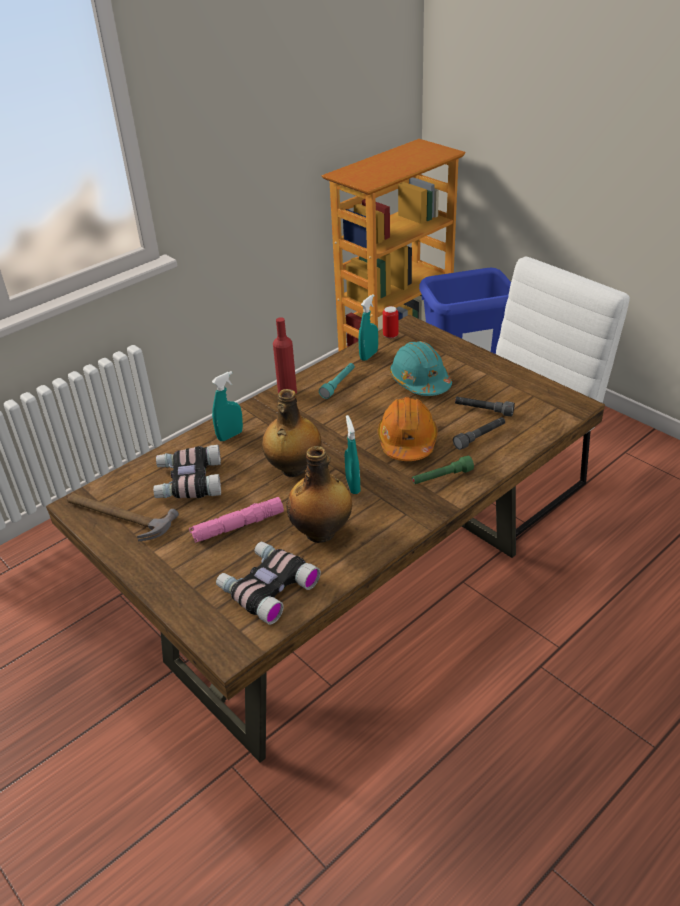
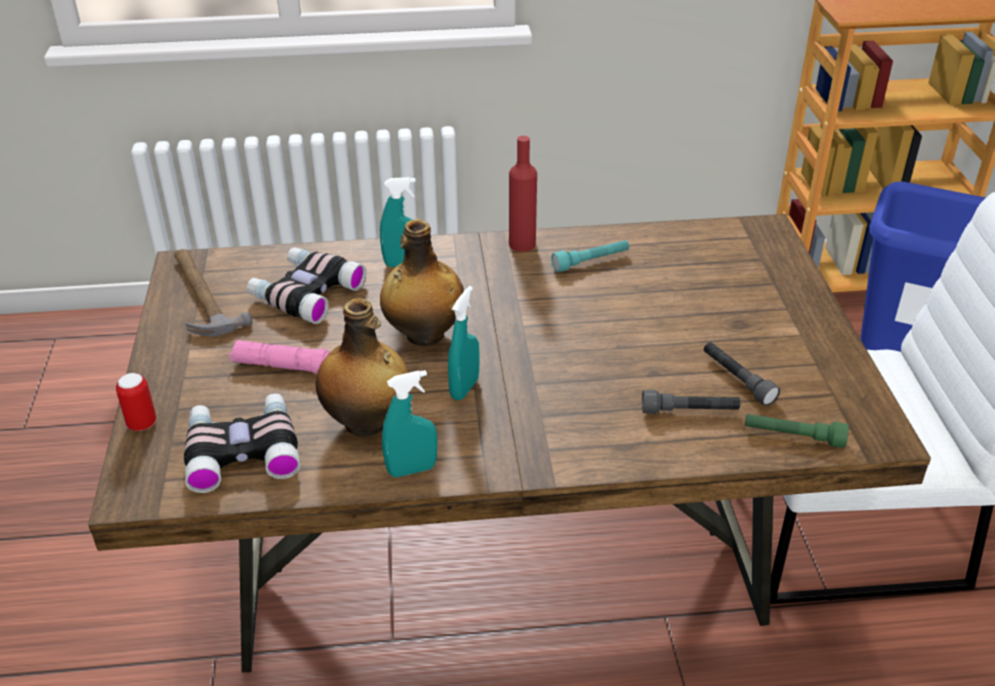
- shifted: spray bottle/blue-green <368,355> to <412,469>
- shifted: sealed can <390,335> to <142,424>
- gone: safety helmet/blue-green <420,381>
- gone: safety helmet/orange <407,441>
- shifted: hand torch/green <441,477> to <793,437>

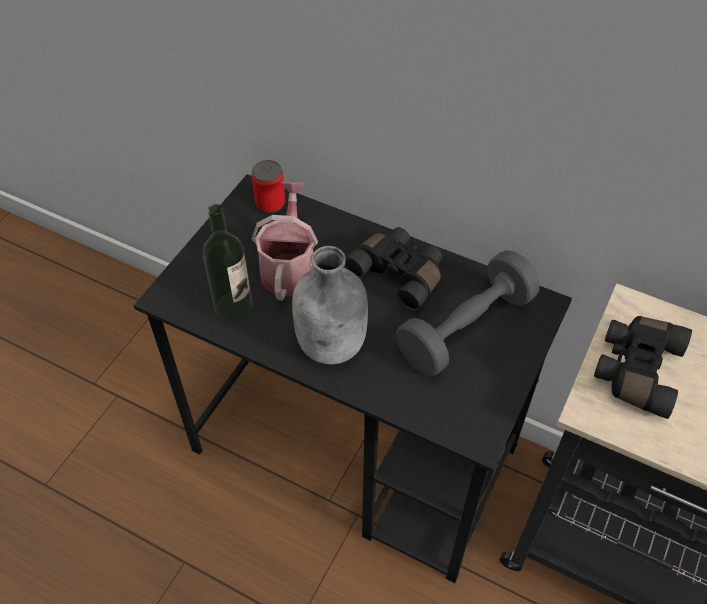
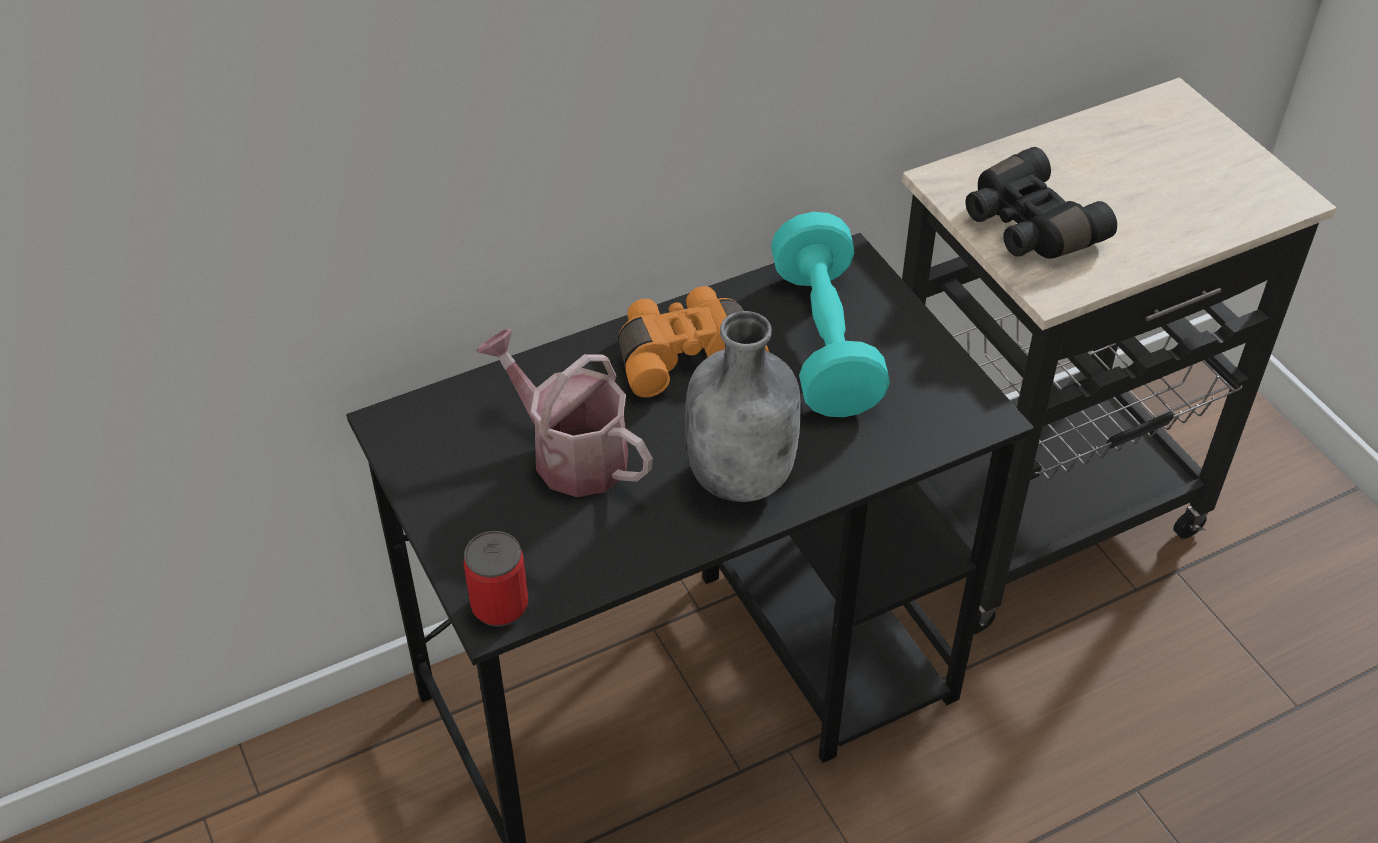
- shifted: sealed can <270,203> to <500,606>
- gone: bottle <233,306>
- repainted: pair of binoculars/black <399,273> to pair of binoculars/orange <686,353>
- repainted: hand weight/gray <465,328> to hand weight/blue-green <825,342>

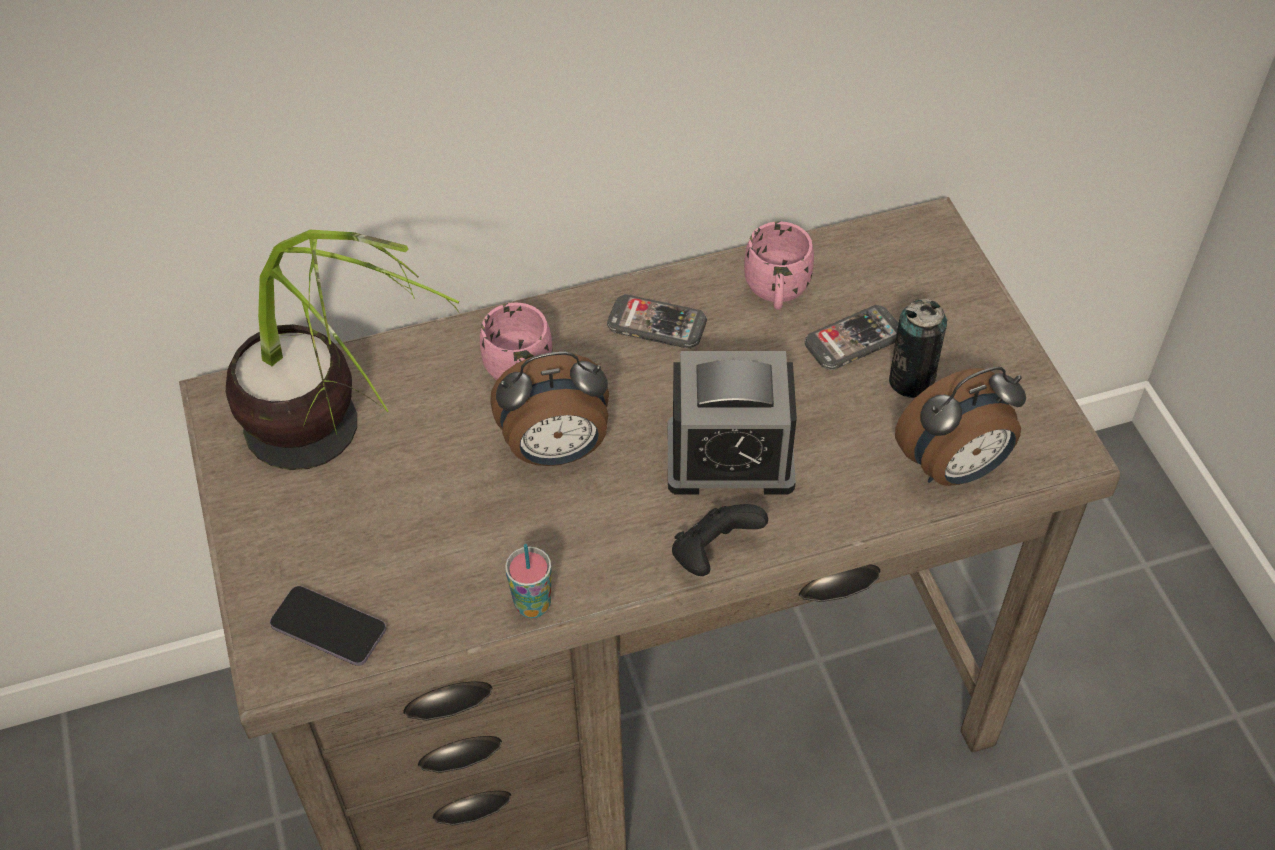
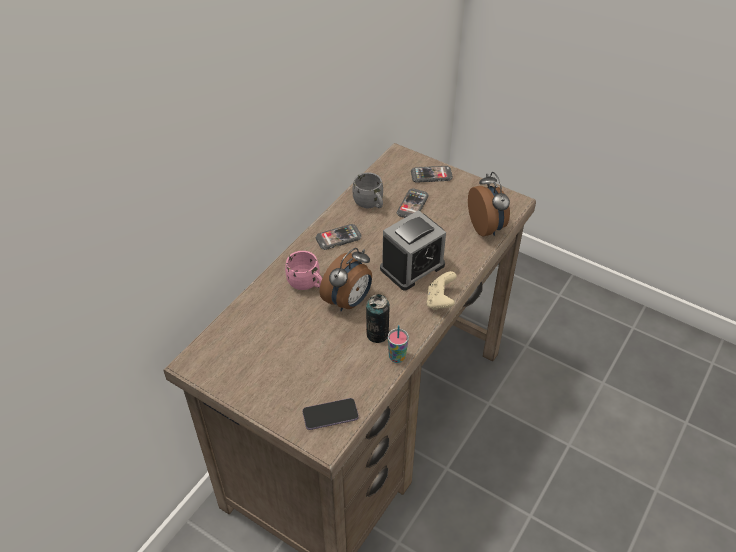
- repainted: coffee mug/pinkish <776,294> to coffee mug/gray <370,204>
- gone: houseplant <346,463>
- shifted: sealed can <911,380> to <377,334>
- rotated: table clock <954,468> = <487,227> 45 degrees counterclockwise
- repainted: joypad/black <713,554> to joypad/sand-coloured <440,301>
- new: handset <431,175>

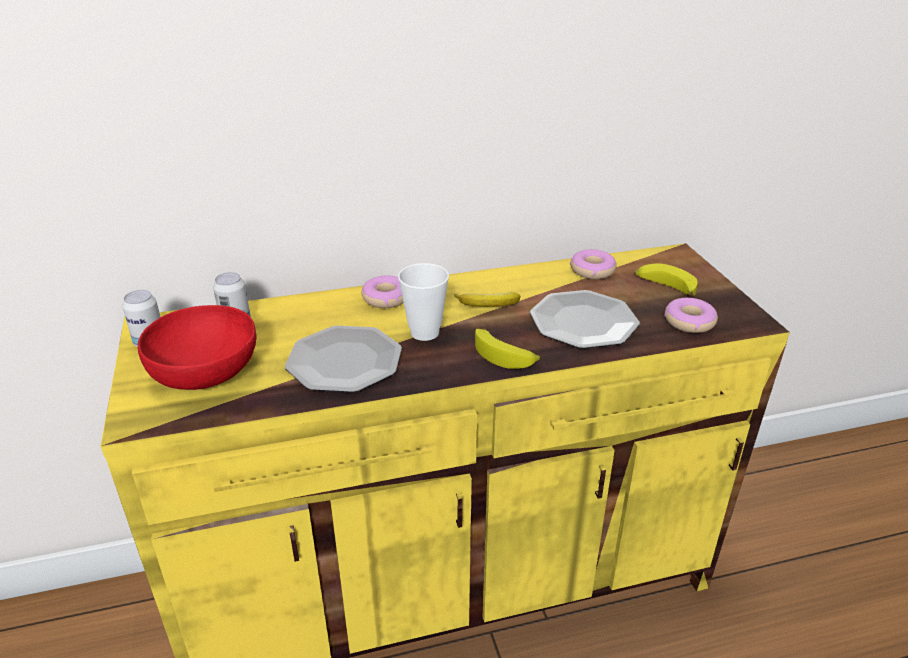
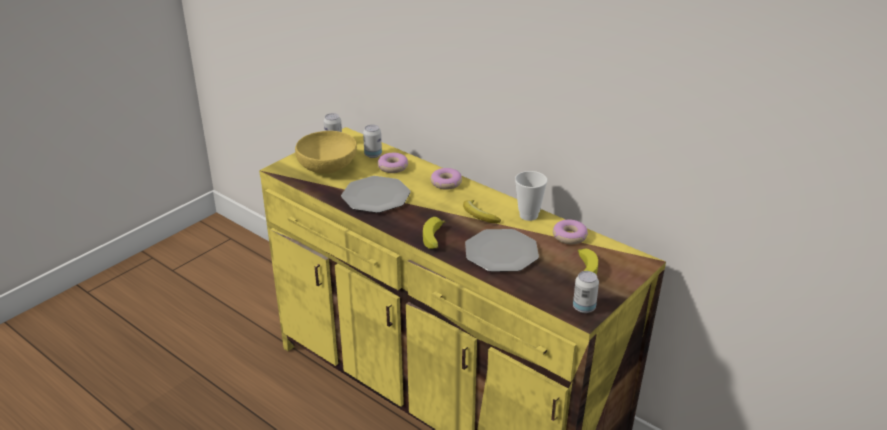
- shifted: cup <425,332> to <528,215>
- shifted: donut <689,322> to <393,167>
- repainted: serving bowl/red-coloured <206,372> to serving bowl/yellow-coloured <328,167>
- new: sealed can <584,308>

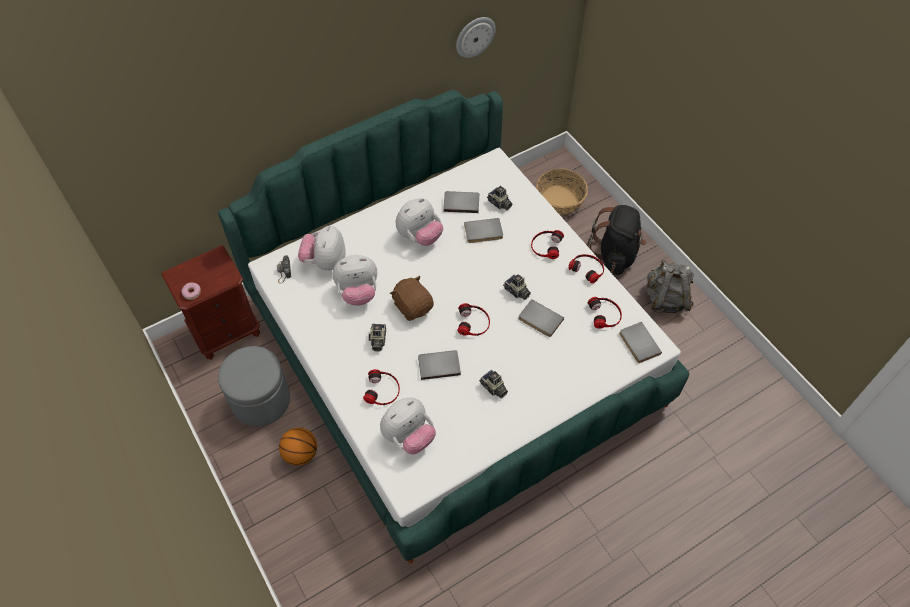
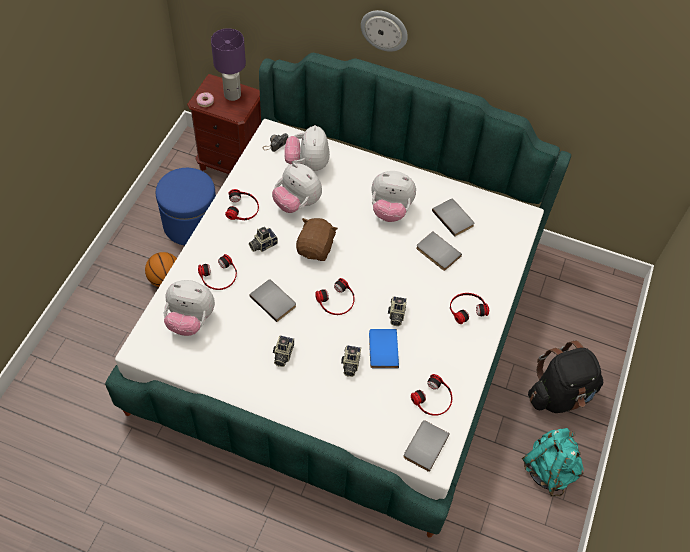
- shifted: clock on the wall <475,36> to <384,30>
- gone: household basket <559,199>
- shifted: still camera <499,204> to <350,364>
- rotated: plush toy <325,262> = <307,164> 60 degrees counterclockwise
- shifted: headphones <587,268> to <243,208>
- repainted: knapsack/gray <665,299> to knapsack/blue-green <549,469>
- repainted: volume/gray <539,320> to volume/blue-coloured <382,349>
- repainted: pouffe/gray <261,400> to pouffe/blue-coloured <191,224>
- new: tabletop lamp/purple <233,95>

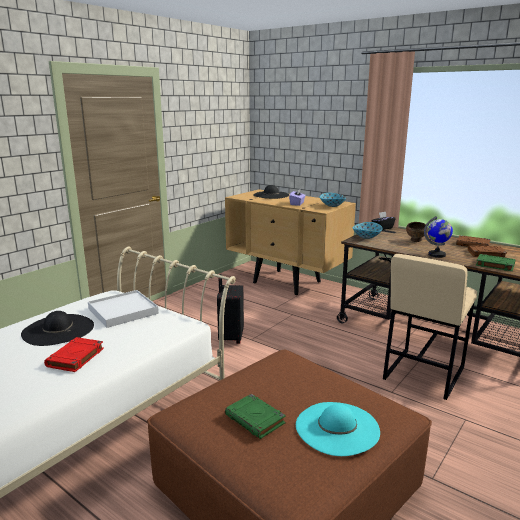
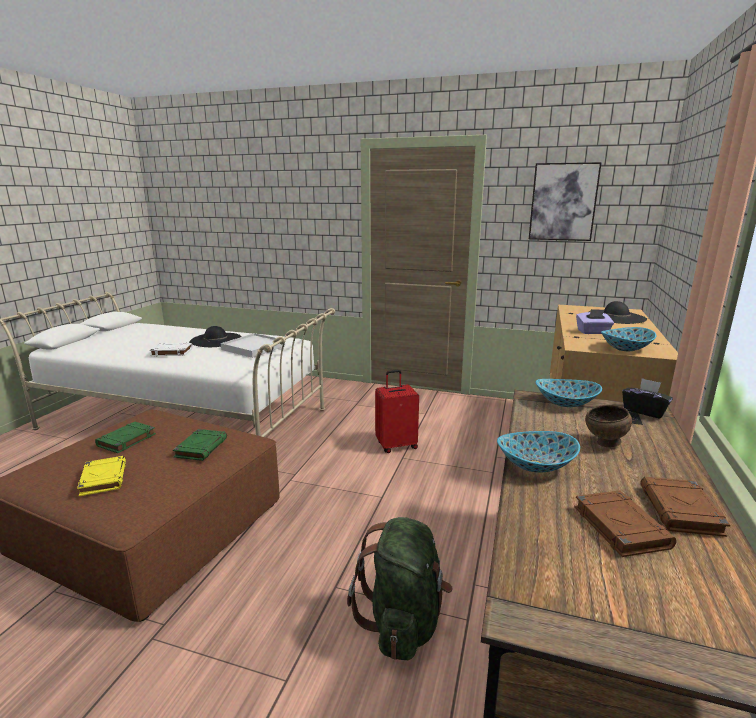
- swapped: globe <437,255> to serving bowl <536,466>
- swapped: chair/sand-coloured <423,374> to knapsack/green <403,621>
- shifted: volume/green <494,265> to <201,447>
- repainted: piece of luggage/black <230,338> to piece of luggage/red-coloured <396,445>
- repainted: volume/red-coloured <75,358> to volume/whitish <171,352>
- swapped: hat/blue-green <337,427> to volume/yellow-coloured <103,478>
- new: wall art <563,202>

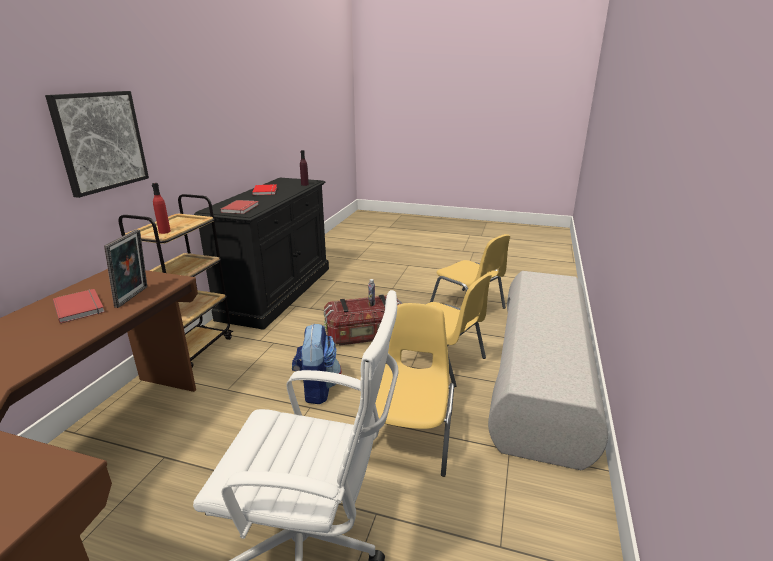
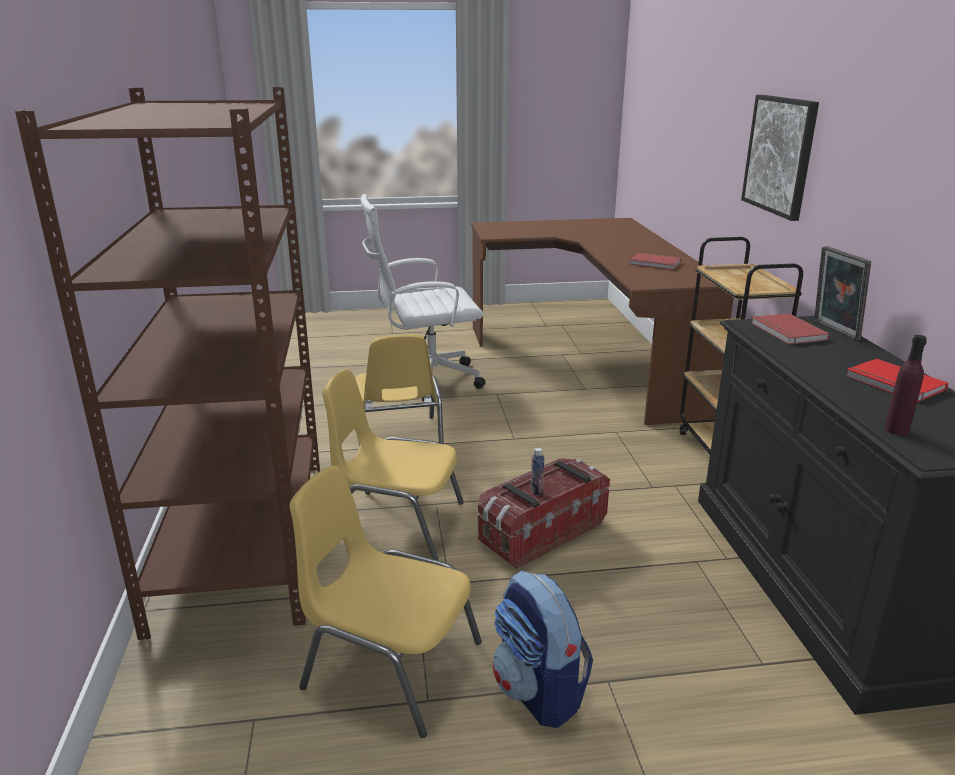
- gone: bottle/red-coloured <164,232>
- shifted: picture frame <134,297> to <833,330>
- swapped: bench/gray <541,374> to bookcase/brownish <244,540>
- shifted: knapsack <317,388> to <539,692>

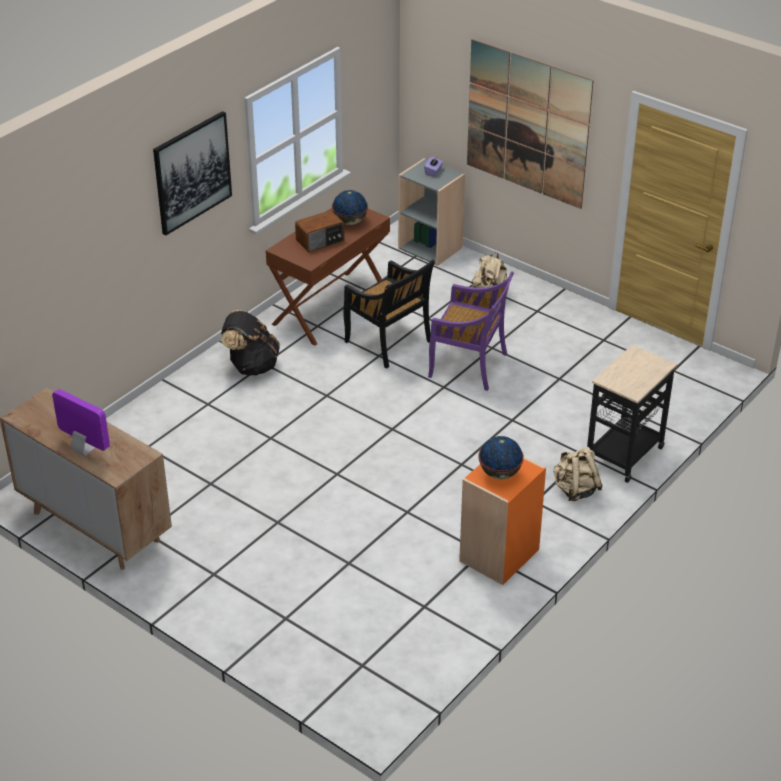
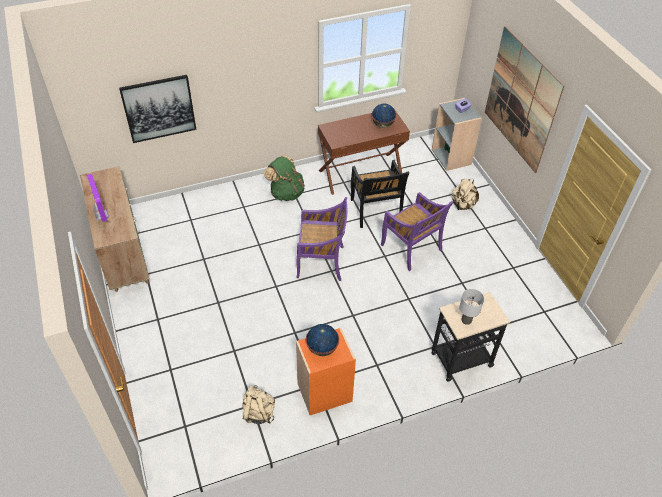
- shifted: wall art <192,172> to <159,108>
- gone: radio receiver <320,241>
- repainted: knapsack/black <251,366> to knapsack/green <286,193>
- shifted: knapsack/sand-coloured <575,490> to <258,412>
- new: chair/purple <321,262>
- new: tabletop lamp/whitish <466,320>

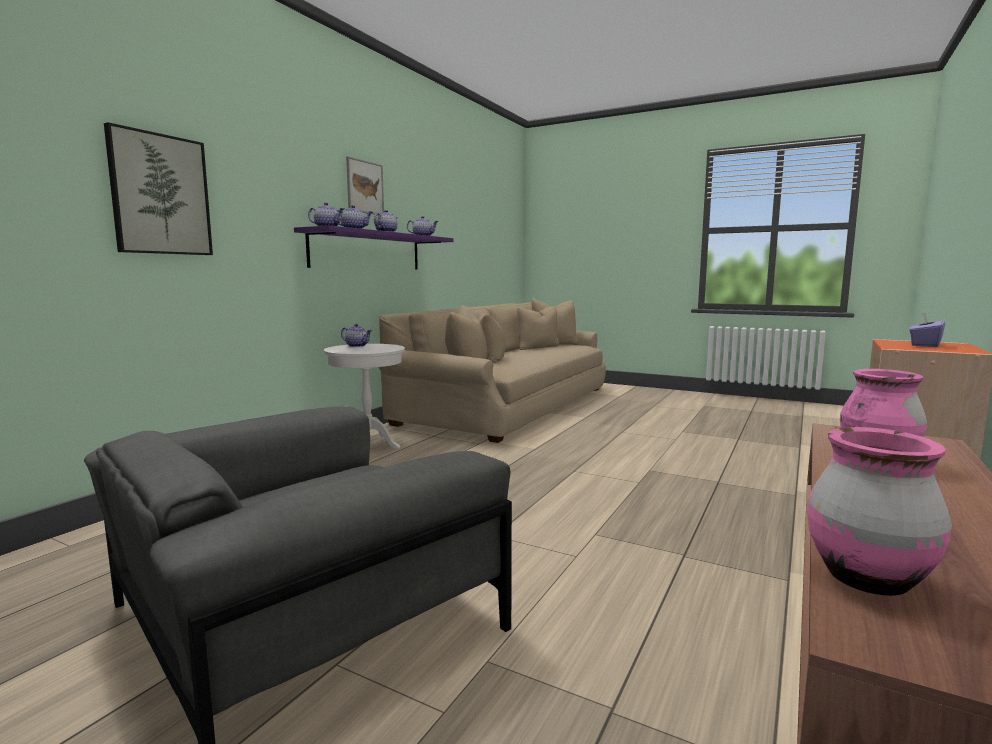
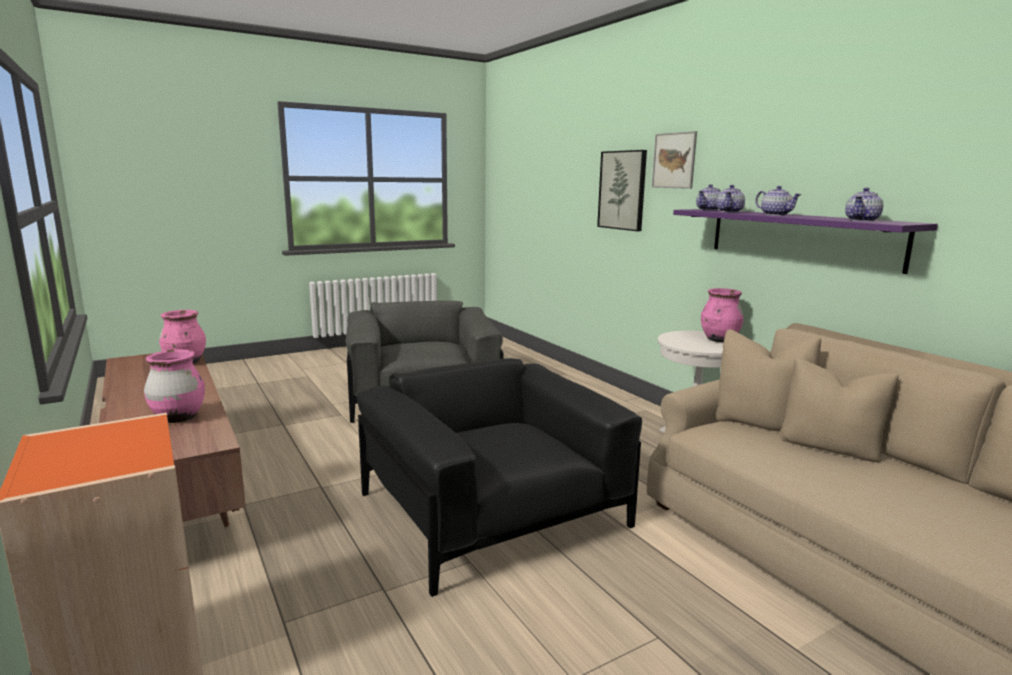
- shifted: wall art <365,187> to <674,160>
- gone: tissue holder/purple <924,345>
- swapped: pot for tea <357,346> to flower vase/pinkish <719,340>
- new: lounge chair/black <492,509>

